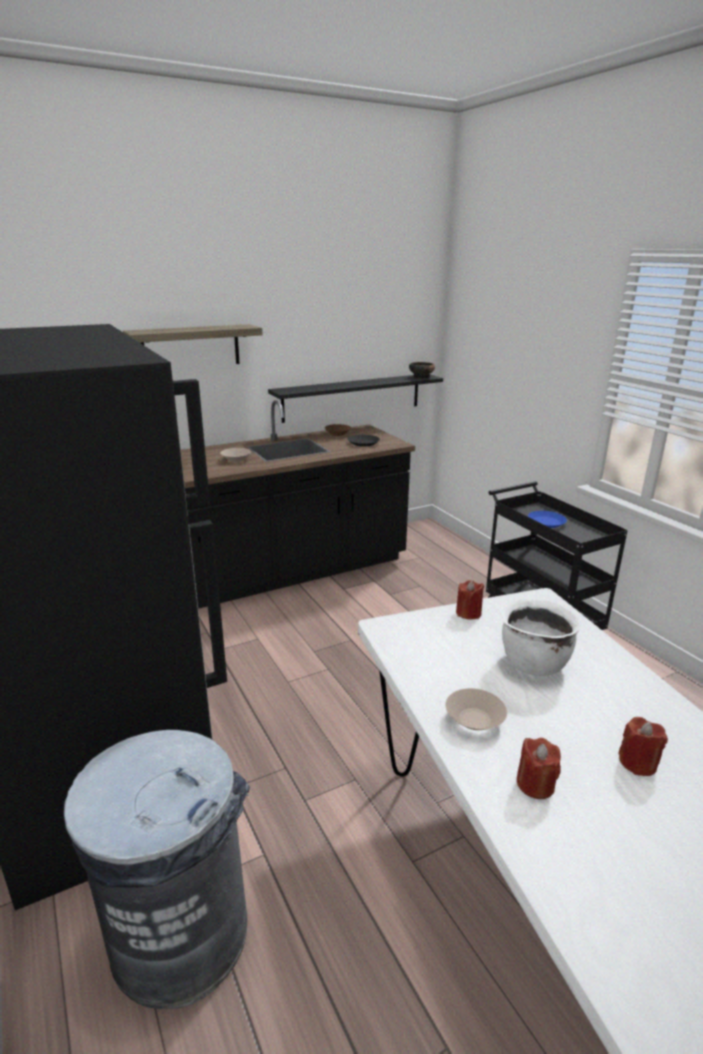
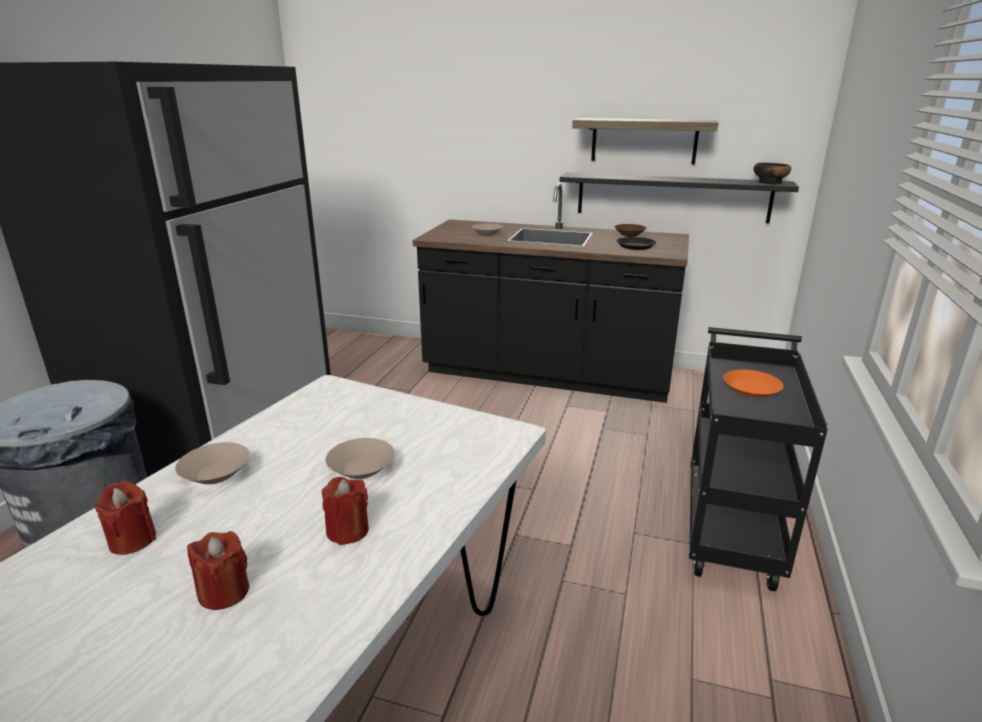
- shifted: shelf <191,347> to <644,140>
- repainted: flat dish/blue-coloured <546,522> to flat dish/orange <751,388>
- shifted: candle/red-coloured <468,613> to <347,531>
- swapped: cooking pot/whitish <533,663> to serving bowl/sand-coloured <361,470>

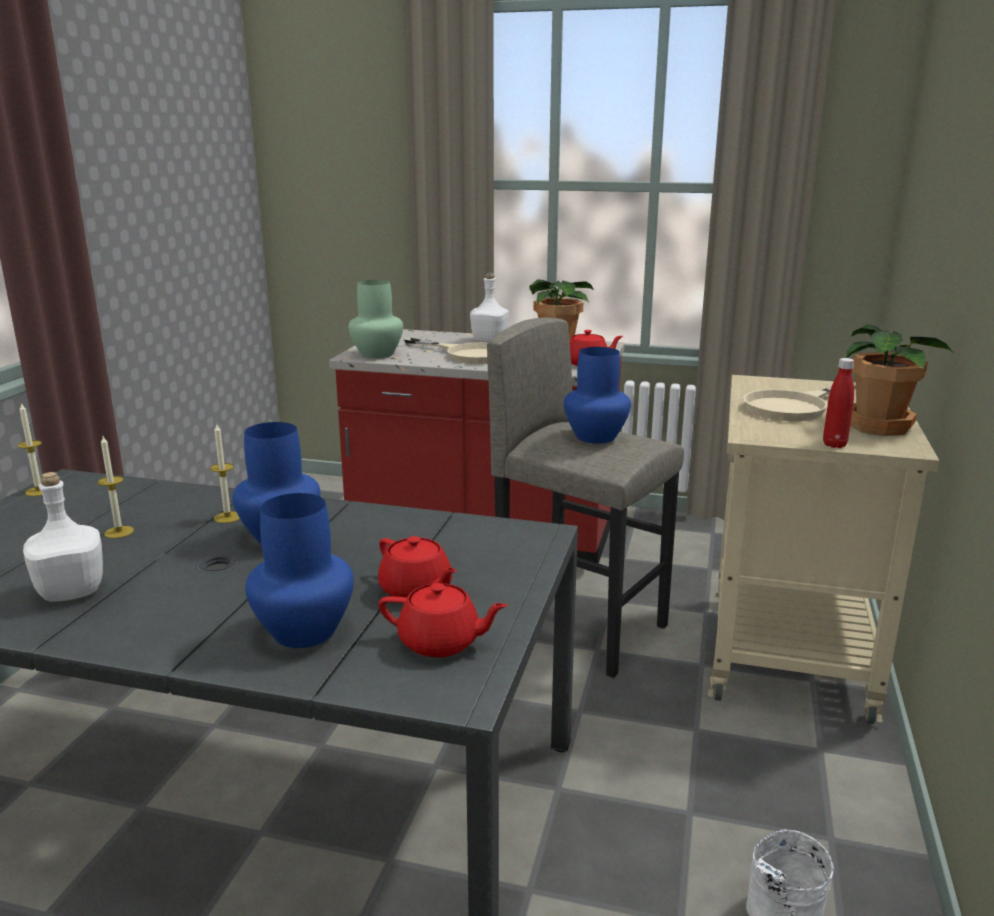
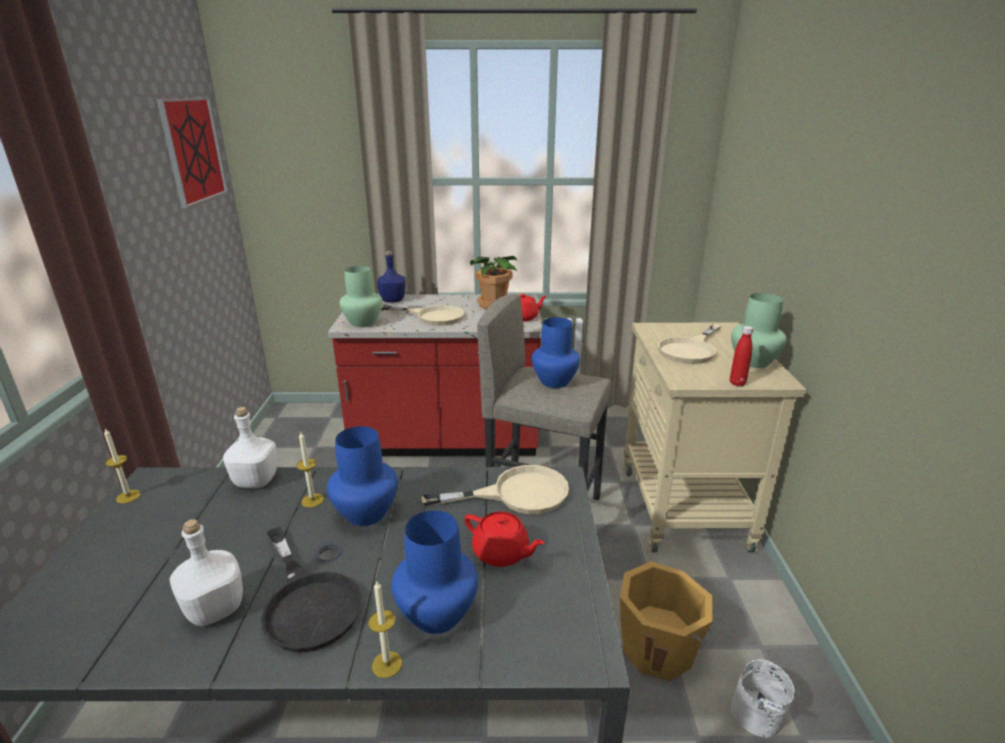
- shifted: bottle/whitish <489,341> to <256,481>
- swapped: houseplant <880,426> to flower vase/green <753,362>
- shifted: candle <119,532> to <387,664>
- gone: pot for tea/red-coloured <441,642>
- new: wall art <193,150>
- new: bottle/blue-coloured <393,300>
- new: pan/sand-coloured <516,494>
- new: pan/black <308,602>
- new: bucket/orange <658,648>

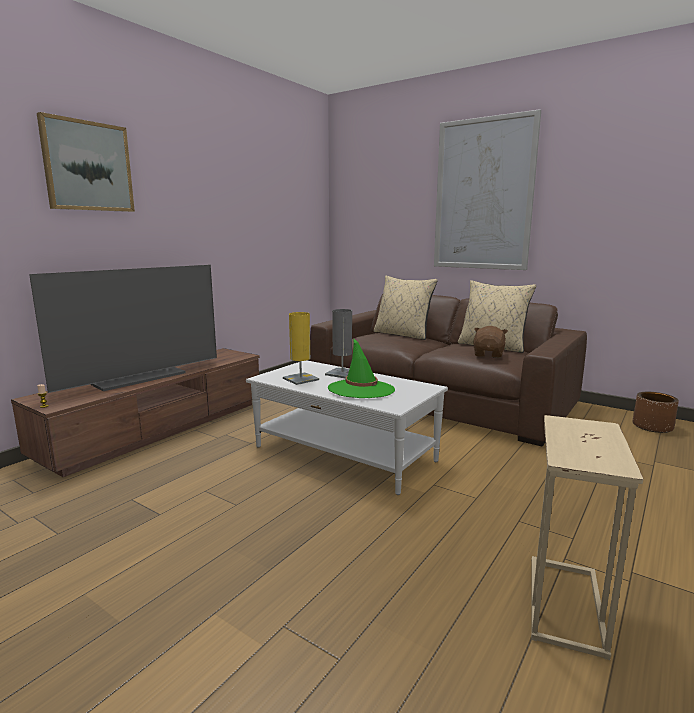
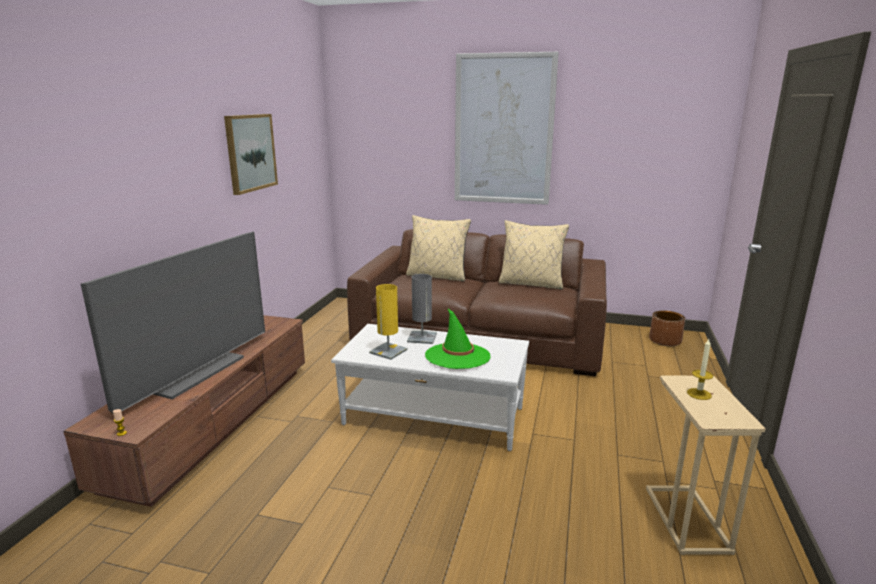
- shifted: wall art <88,166> to <250,152>
- gone: plush toy/brownish <489,354>
- new: candle <699,394>

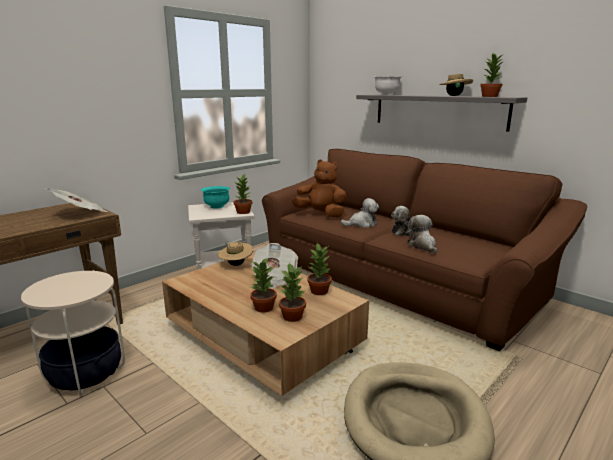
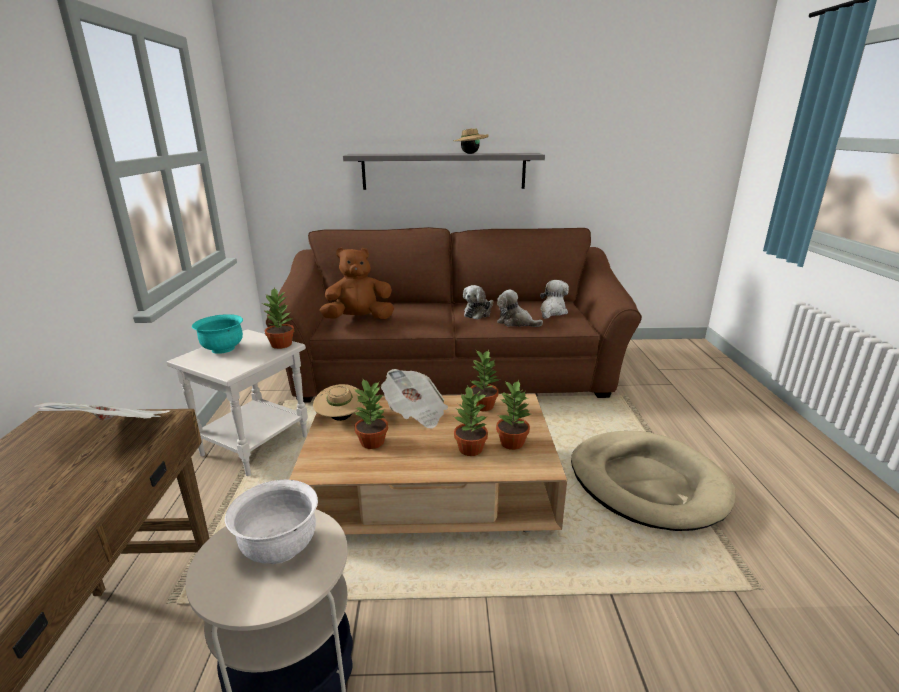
- shifted: houseplant <490,96> to <372,442>
- shifted: serving bowl/whitish <386,94> to <279,548>
- shifted: plush toy <361,224> to <552,312>

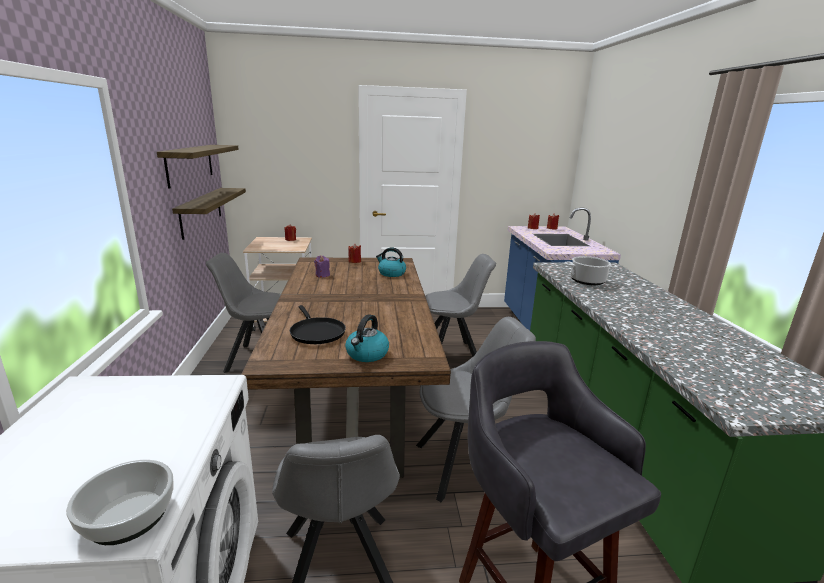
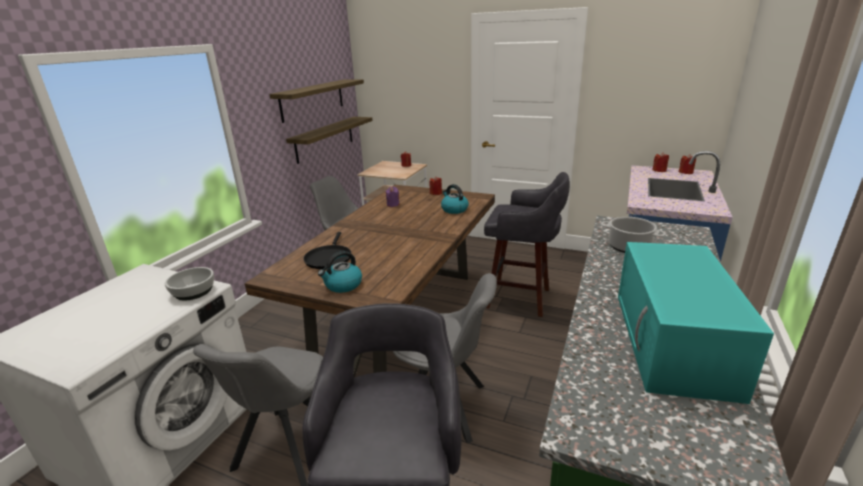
- swapped: chair/gray <452,355> to stool/gray <521,299>
- shifted: serving bowl <128,517> to <193,291>
- new: kitchen microwave/blue-green <674,343>

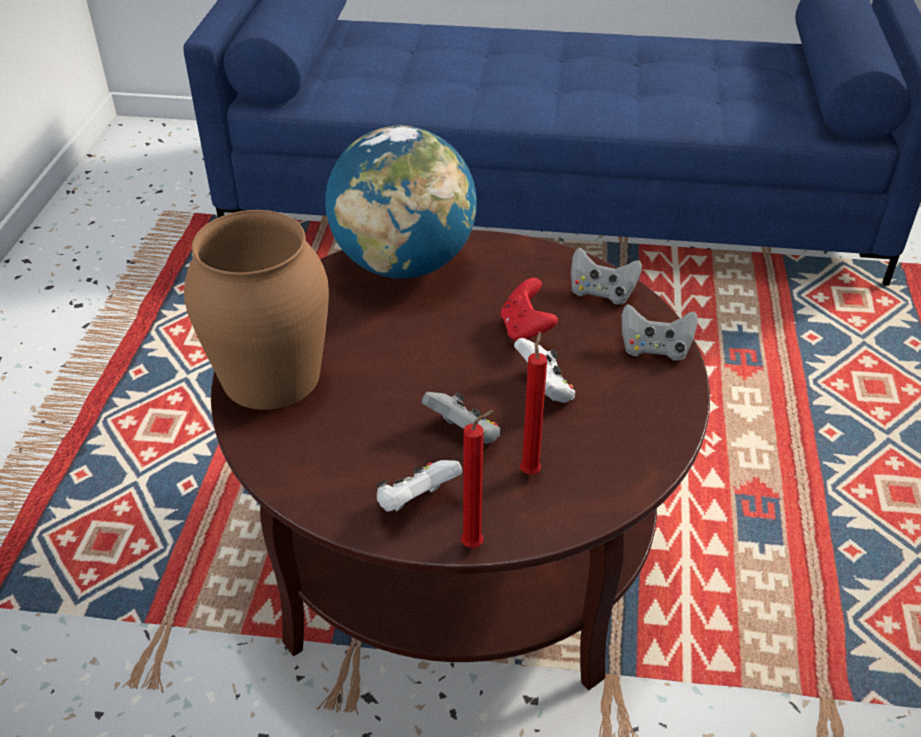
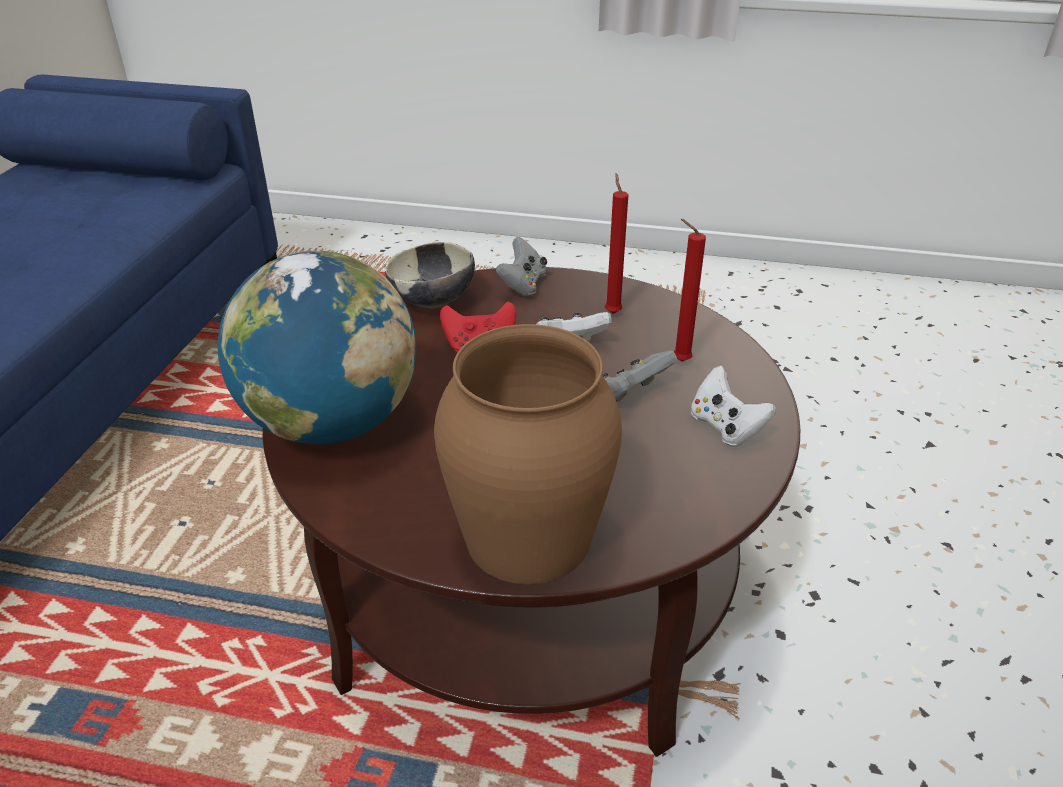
- swapped: joypad/gray <601,293> to serving bowl <433,301>
- shifted: candle/red-coloured <475,544> to <612,312>

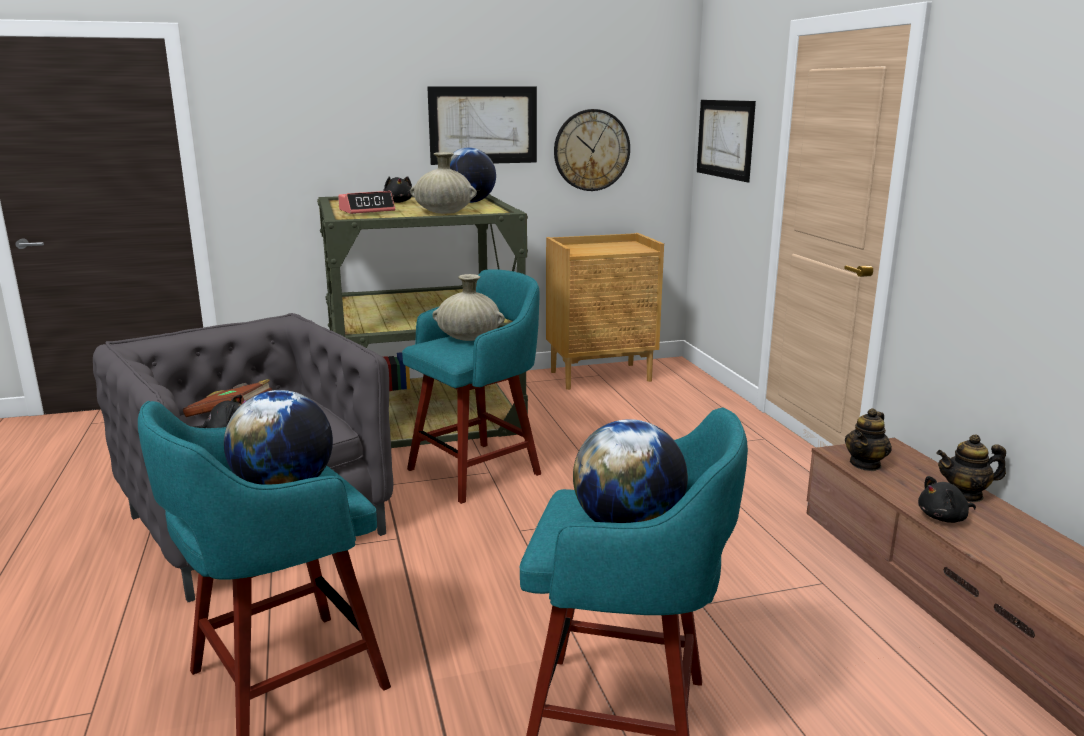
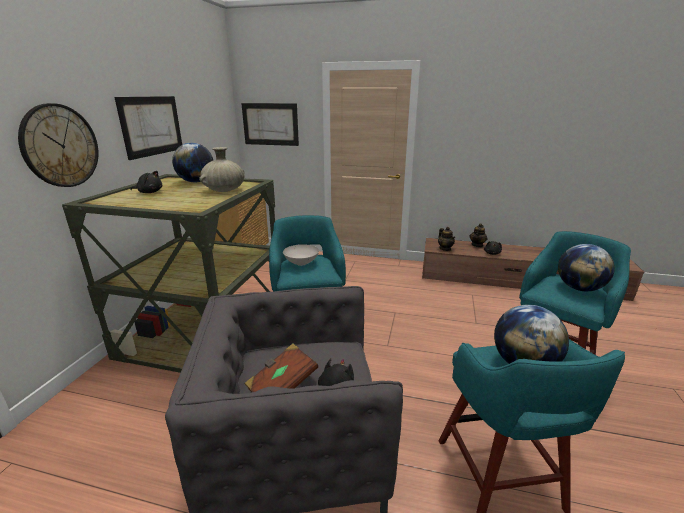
- shifted: clock on the wall <591,150> to <60,146>
- gone: table clock <367,210>
- swapped: flower vase/sand-coloured <469,338> to serving bowl/whitish <301,263>

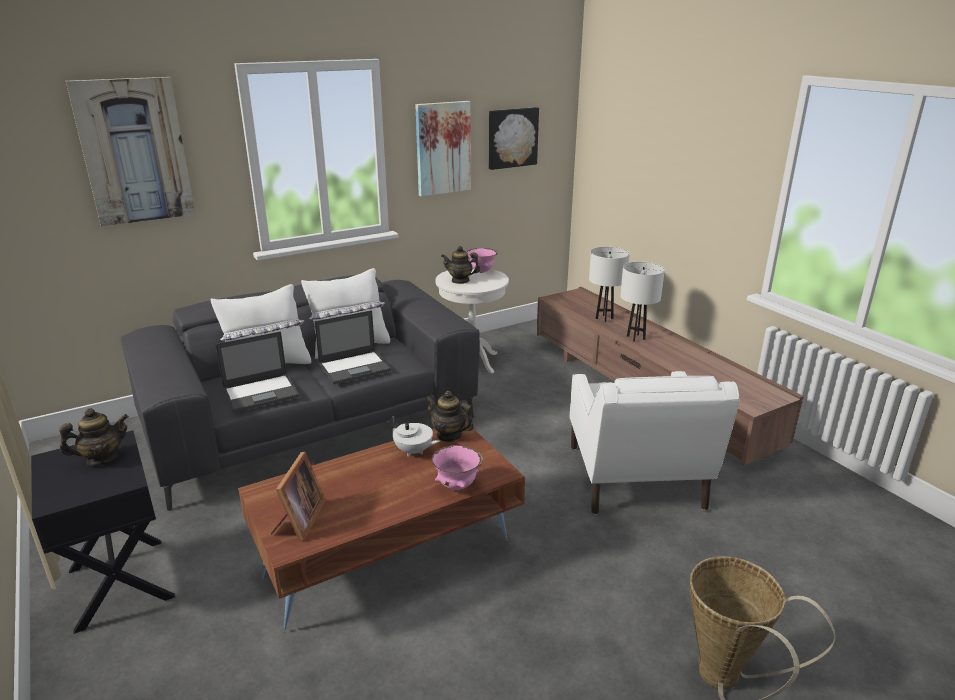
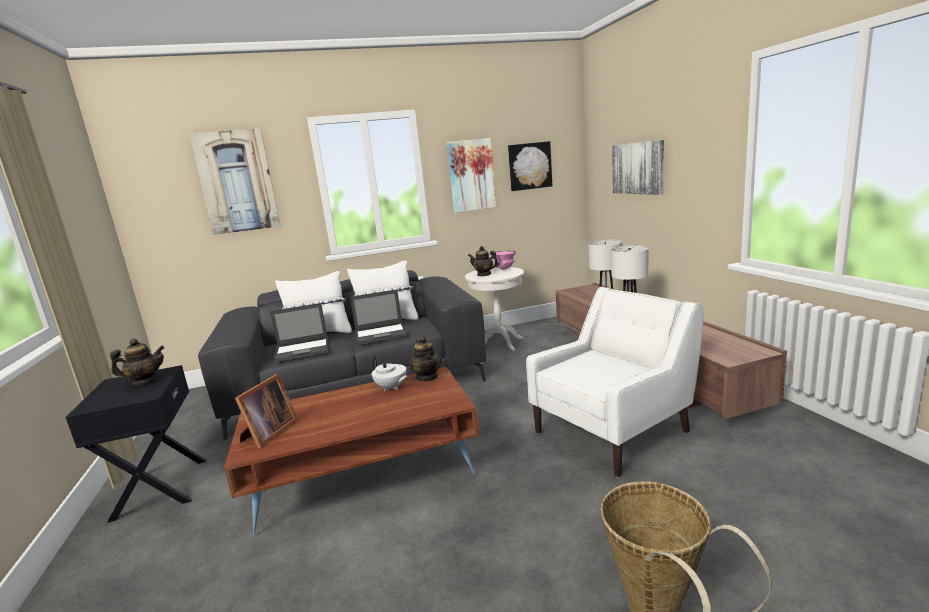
- rotated: lounge chair/whitish <635,480> = <614,431> 135 degrees counterclockwise
- rotated: pot for tea <449,435> = <427,377> 150 degrees counterclockwise
- gone: serving bowl/pinkish <457,486>
- new: wall art <638,168>

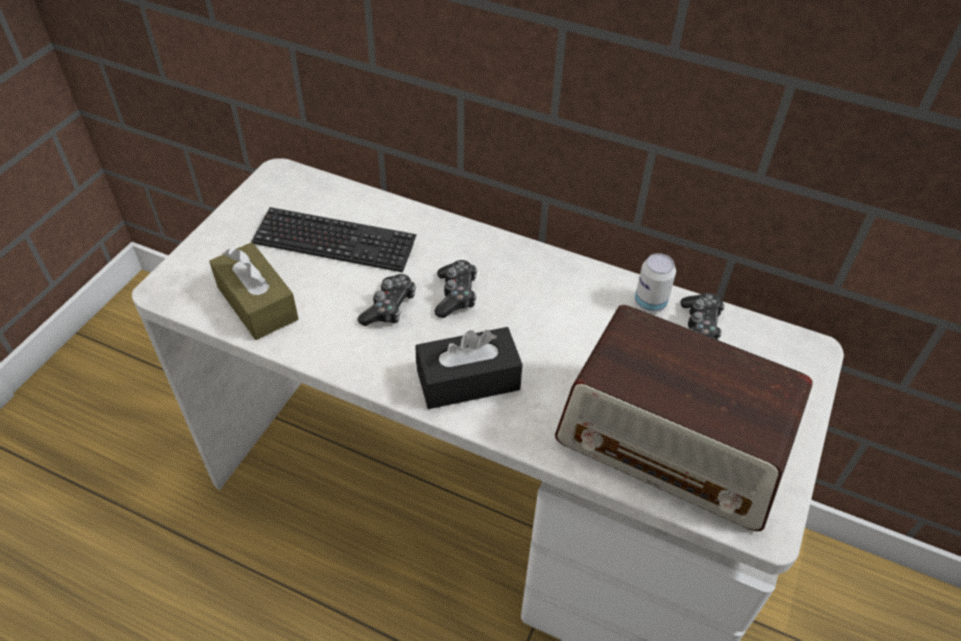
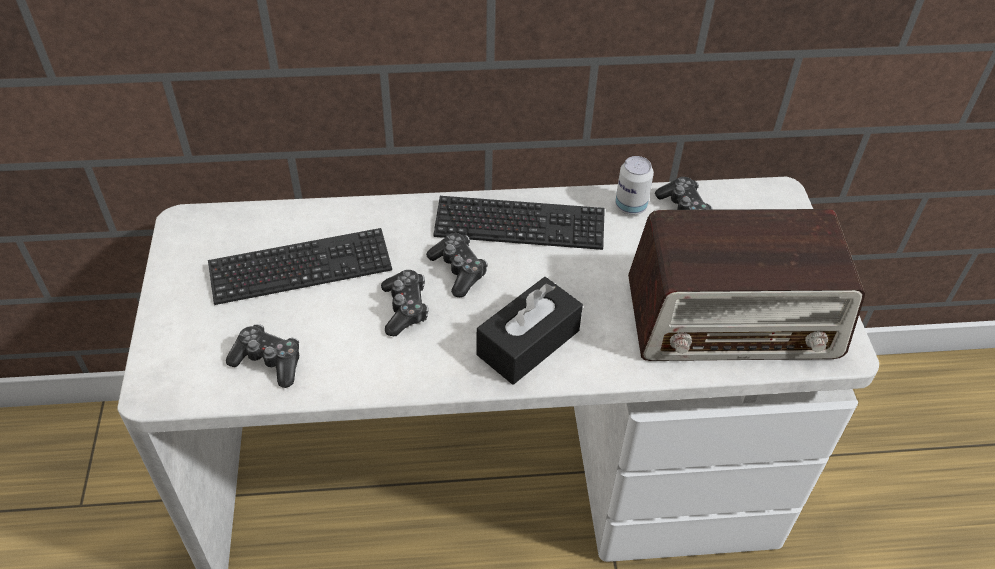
- swapped: tissue holder/brownish <257,303> to joypad <269,361>
- new: computer keyboard <519,226>

